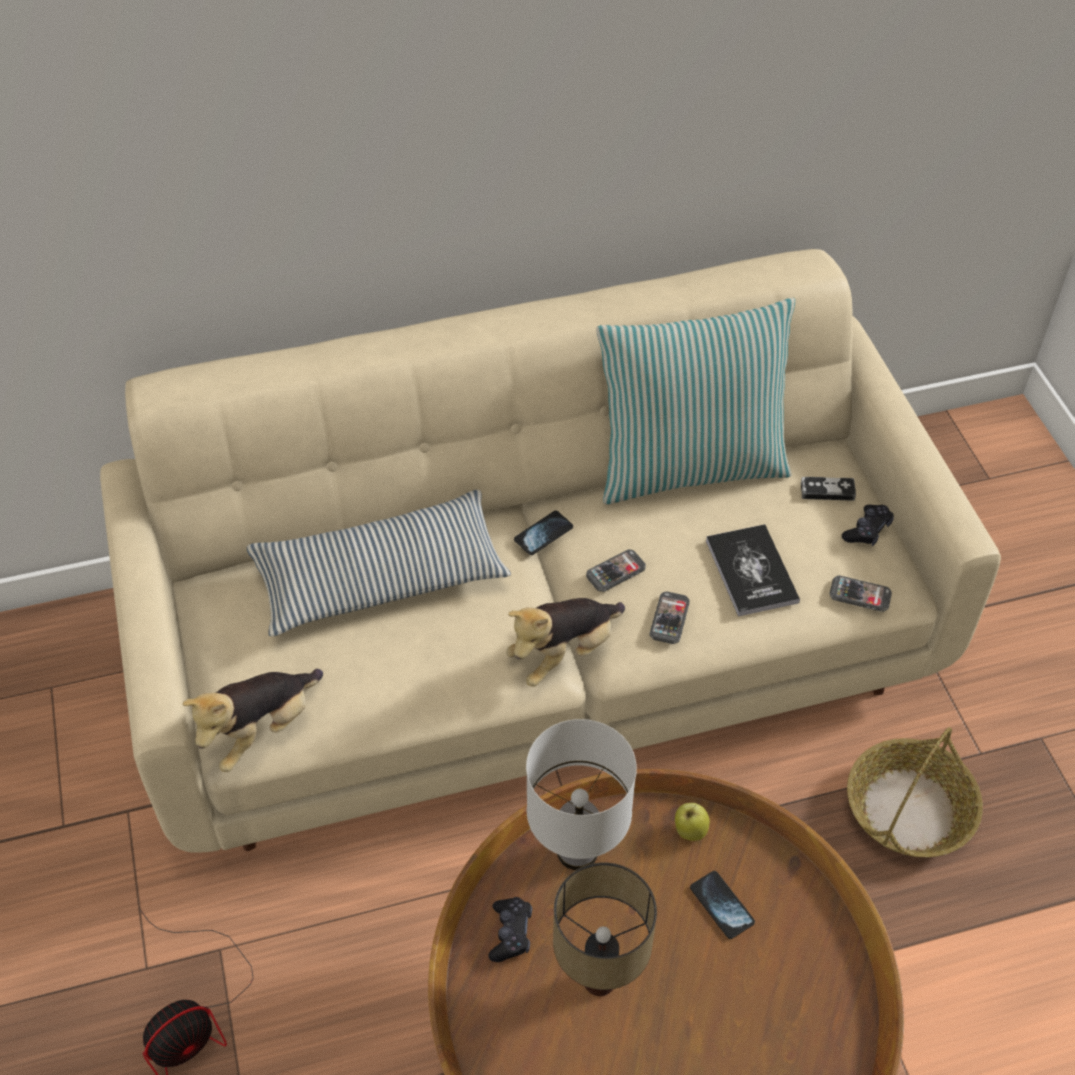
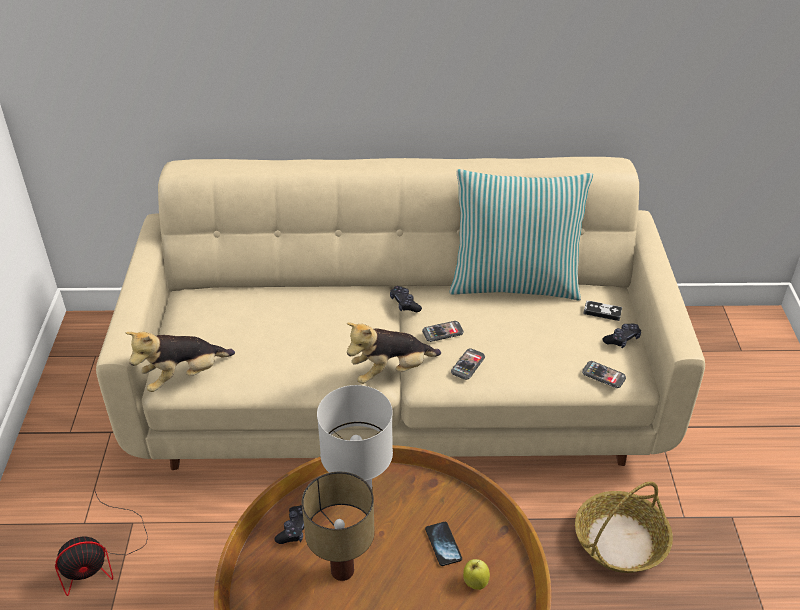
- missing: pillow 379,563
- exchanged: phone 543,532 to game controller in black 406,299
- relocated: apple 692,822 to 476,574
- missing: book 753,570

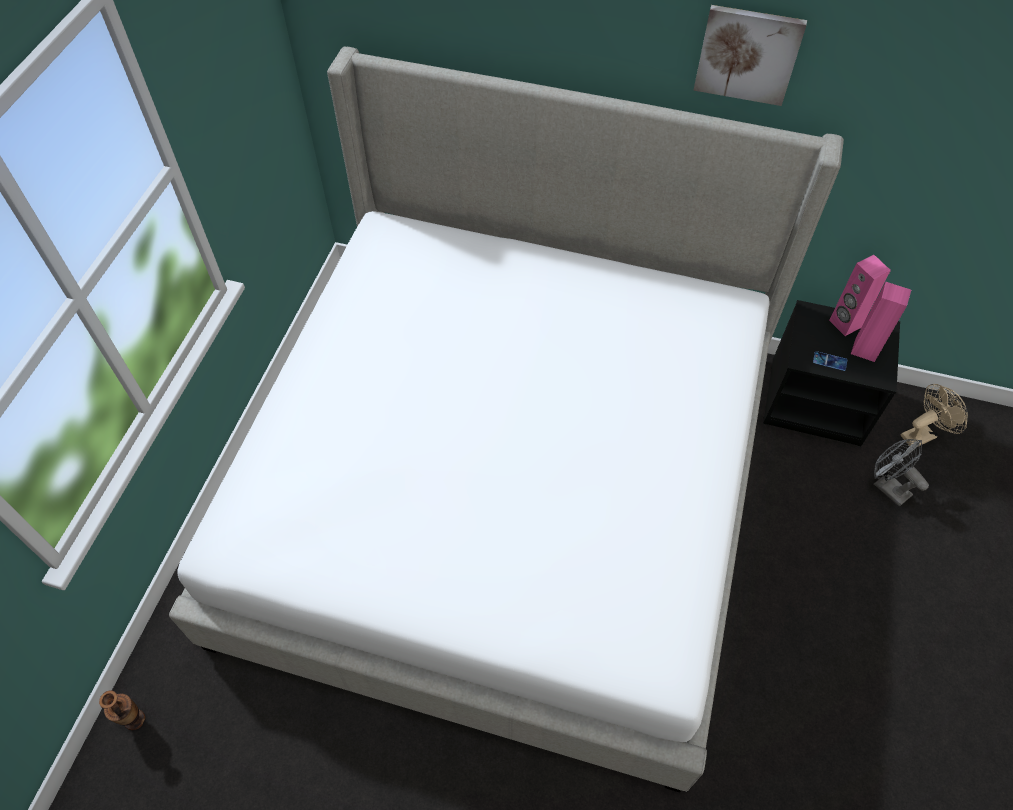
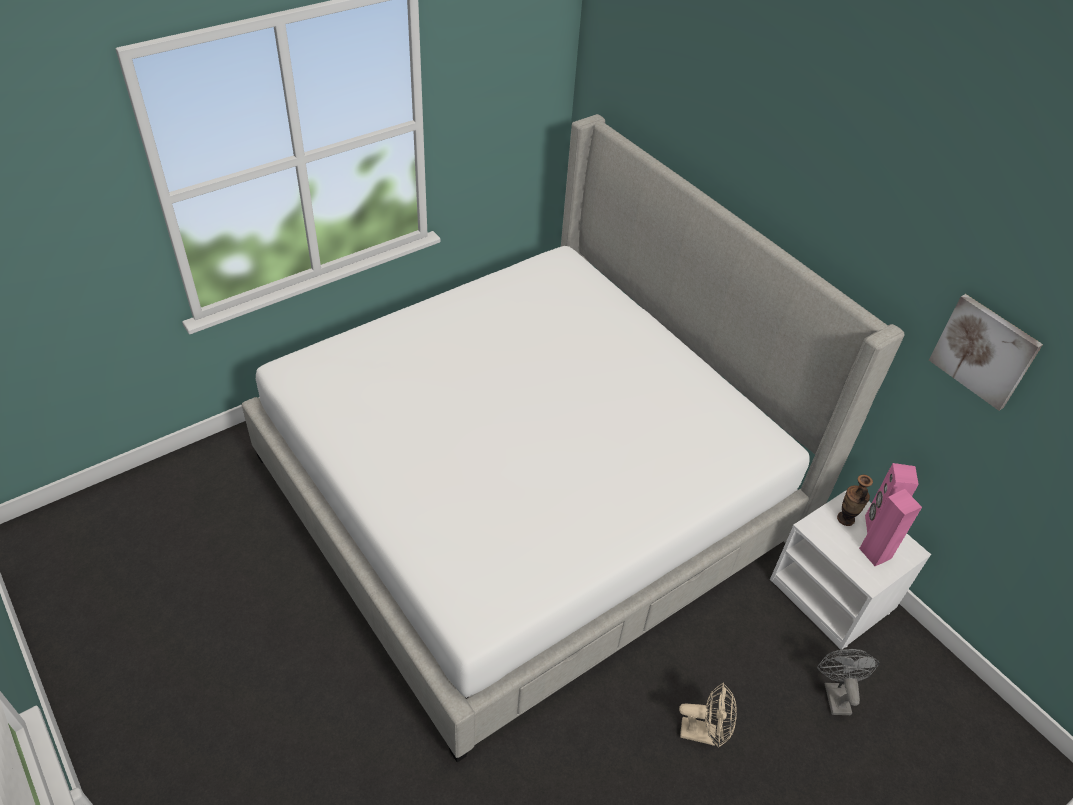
- relocated: vase 122,710 to 855,500
- relocated: picture 750,55 to 986,352
- colour: nightstand in black 831,373 to nightstand in white 850,570
- missing: phone 830,361
- relocated: fan in beige 934,415 to 708,715

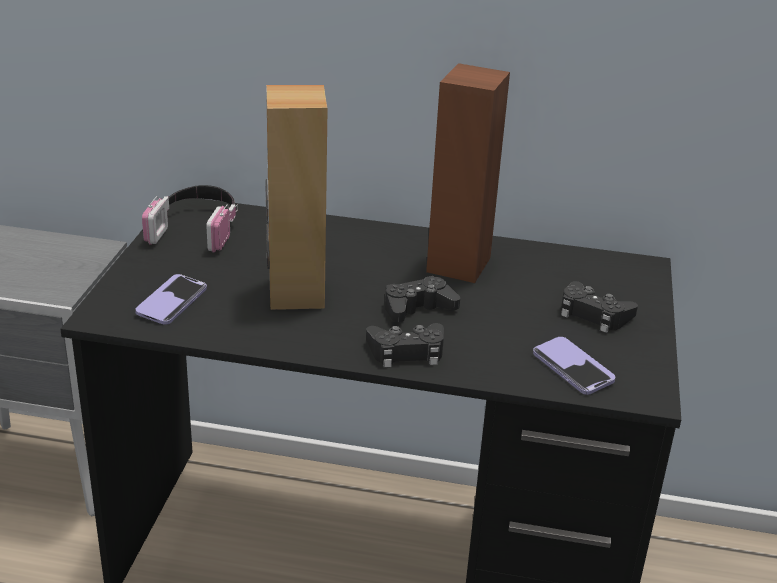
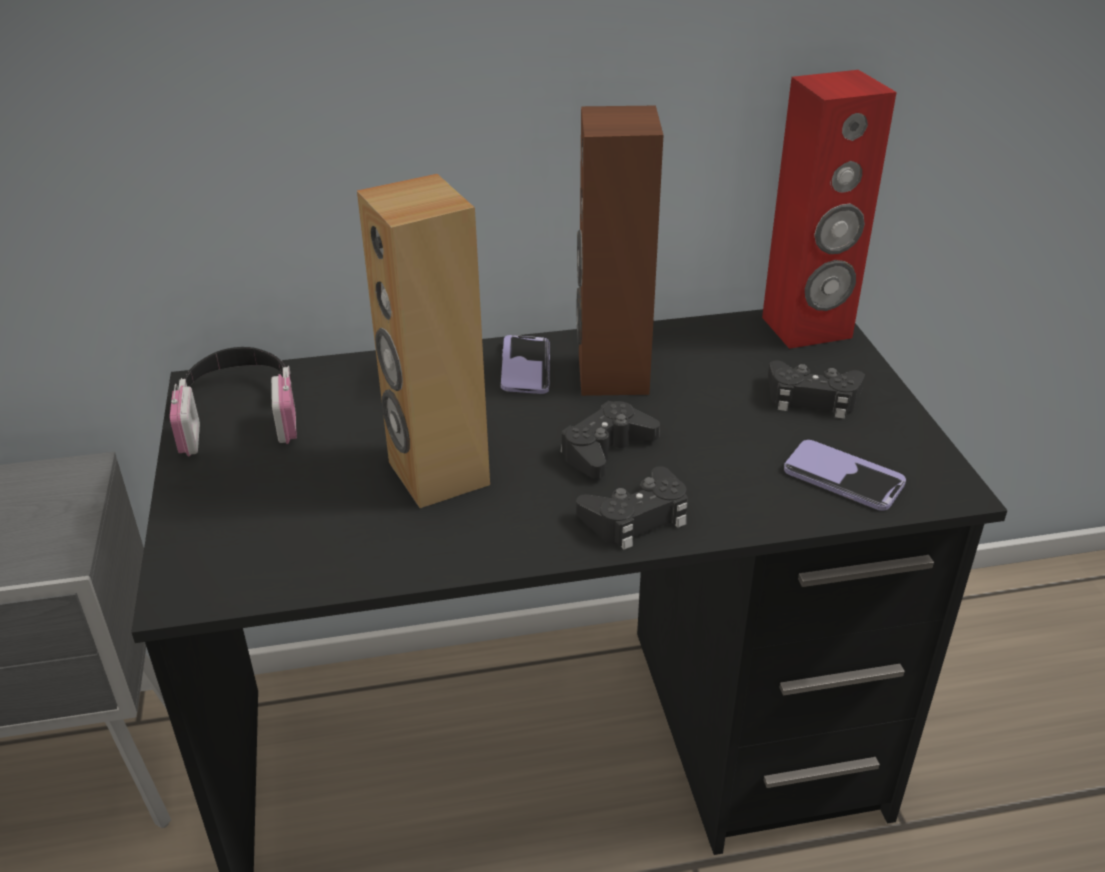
- relocated: phone 171,299 to 525,364
- appeared: speaker in red 829,209

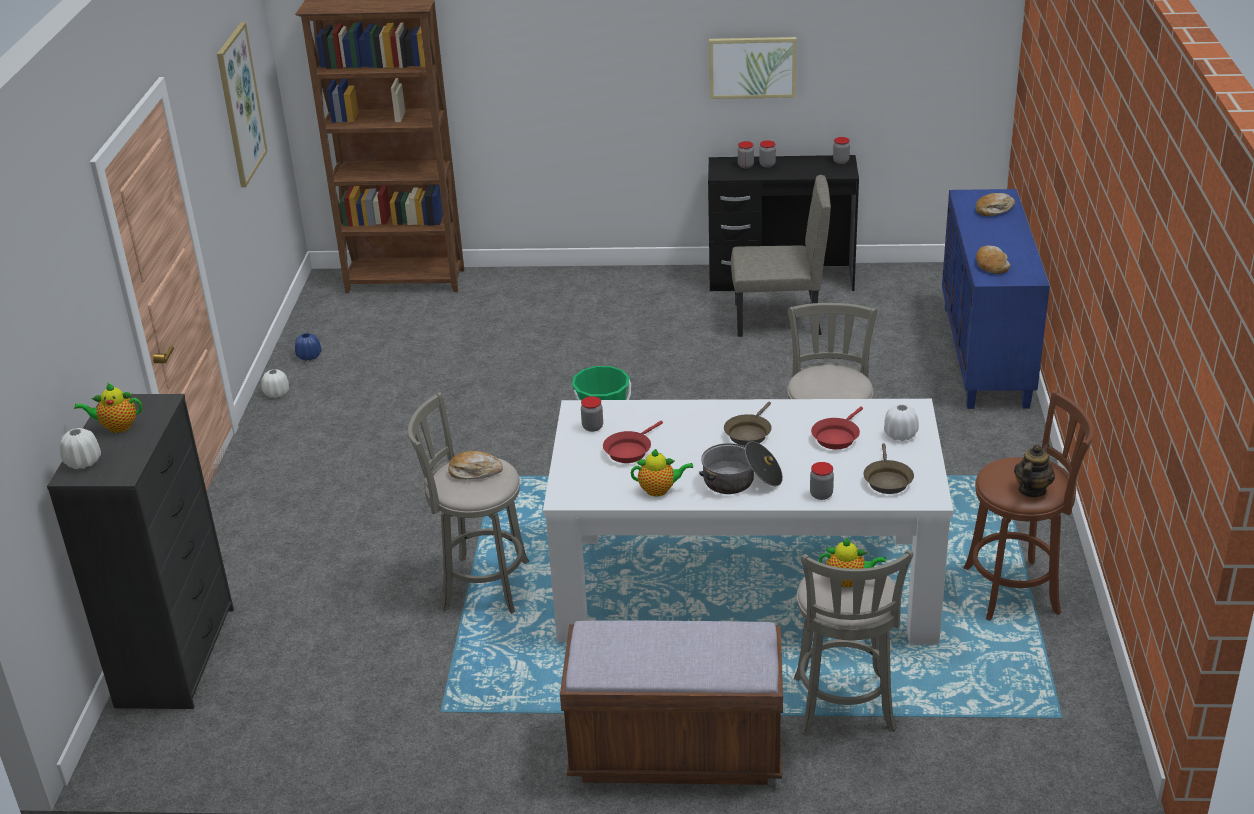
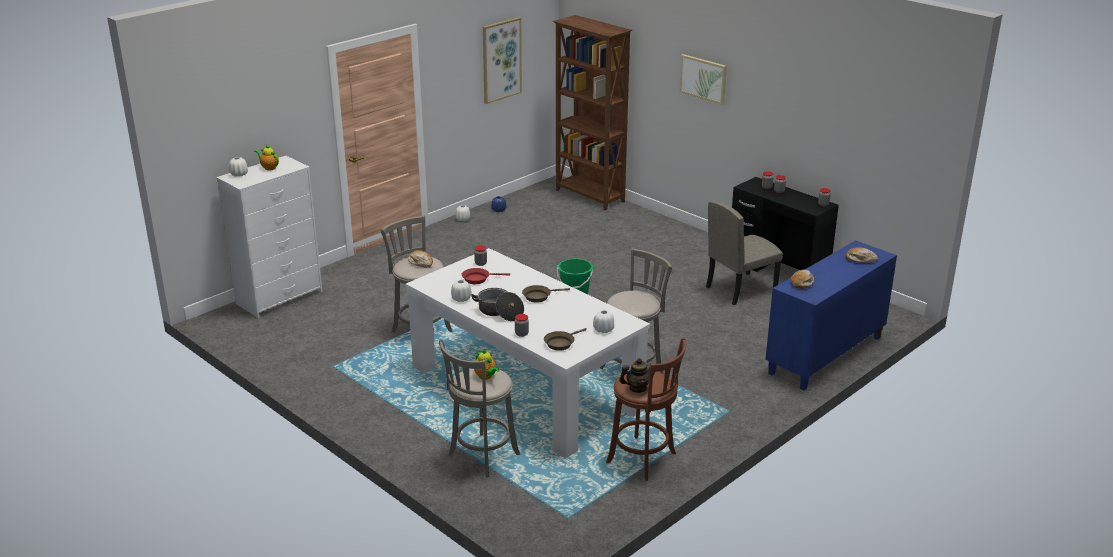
- colour: dresser in black 140,551 to dresser in white 269,237
- missing: bench in brown 671,702
- exchanged: teapot 662,472 to vase in white 461,291
- relocated: picture 753,68 to 703,79
- spun: chair in beige 781,256 = 744,253 105 degrees clockwise
- missing: frying pan in red 837,427

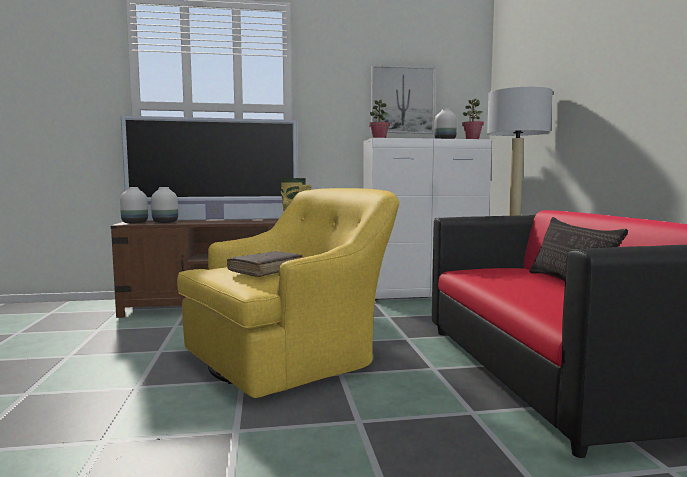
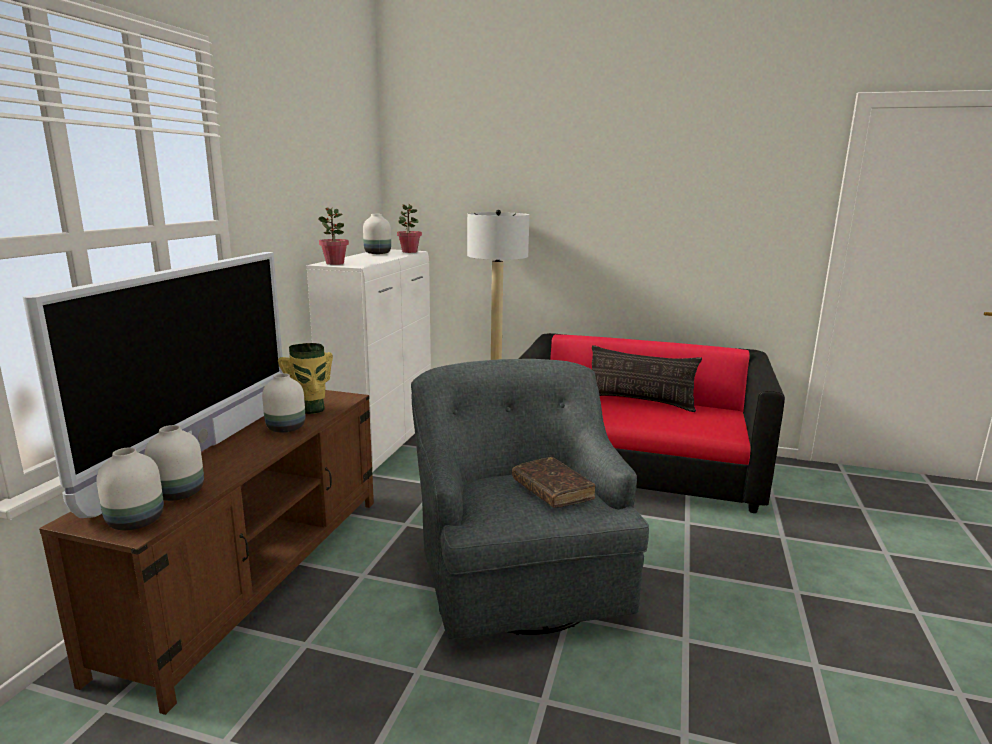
- colour: armchair in yellow 288,293 to armchair in grey 530,499
- missing: picture 403,99
- appeared: vase in white 283,402

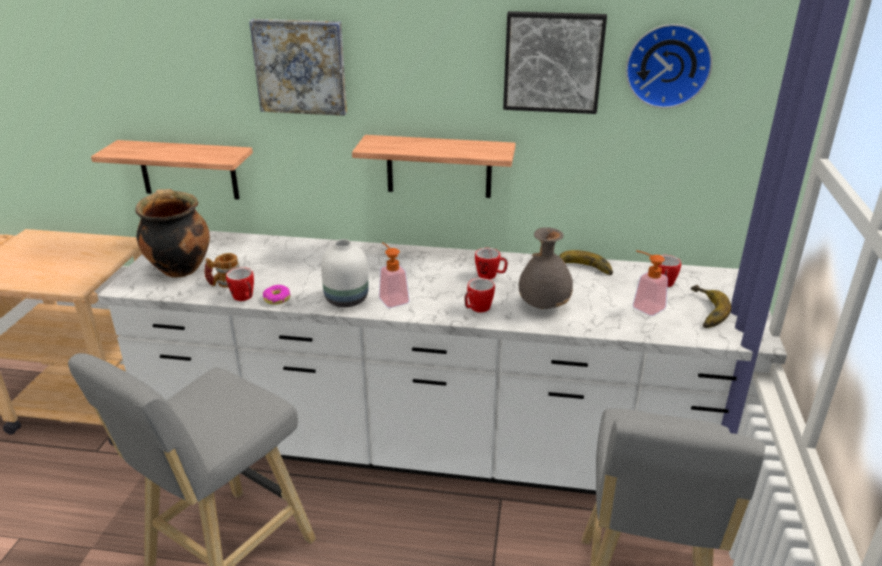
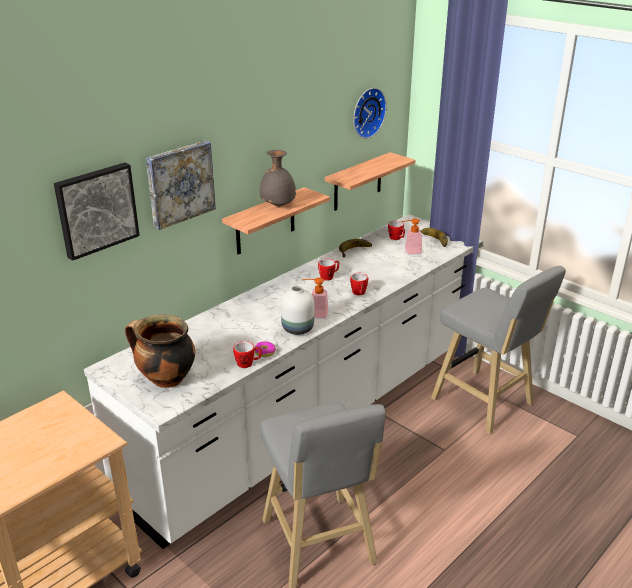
- relocated: shelf 172,170 to 370,181
- missing: mug 221,270
- relocated: picture 555,62 to 97,212
- relocated: vase in grey 546,268 to 277,179

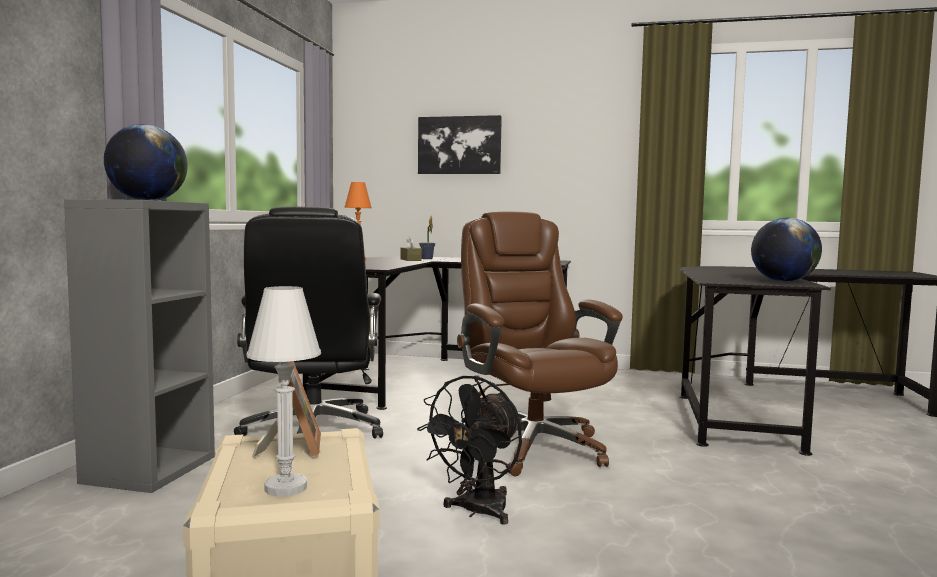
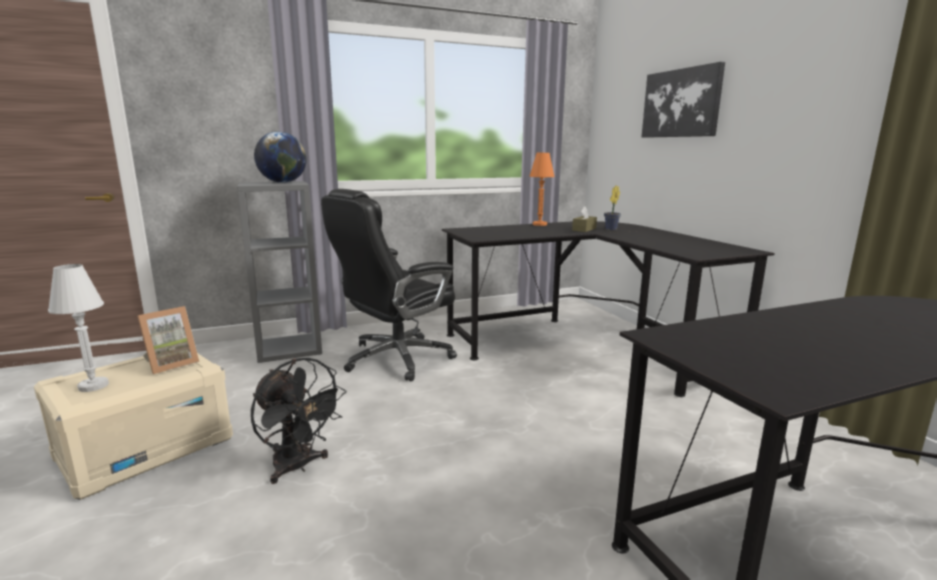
- spun: fan in black 469,450 = 298,421 135 degrees counterclockwise
- missing: office chair in brown 540,344
- missing: globe 786,250

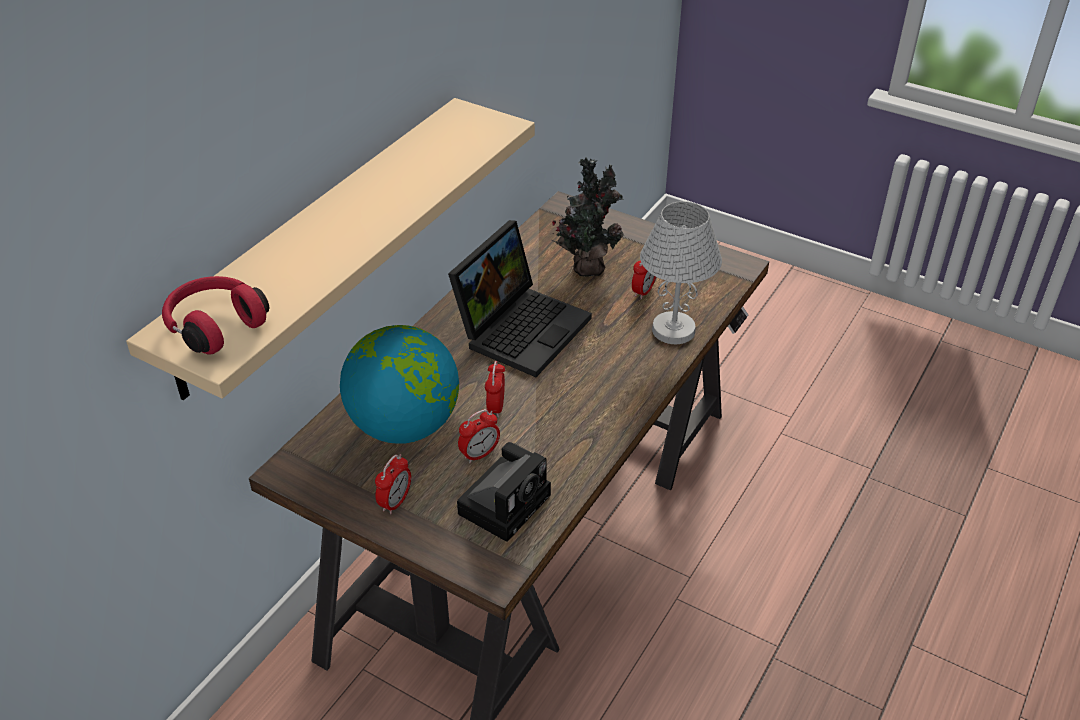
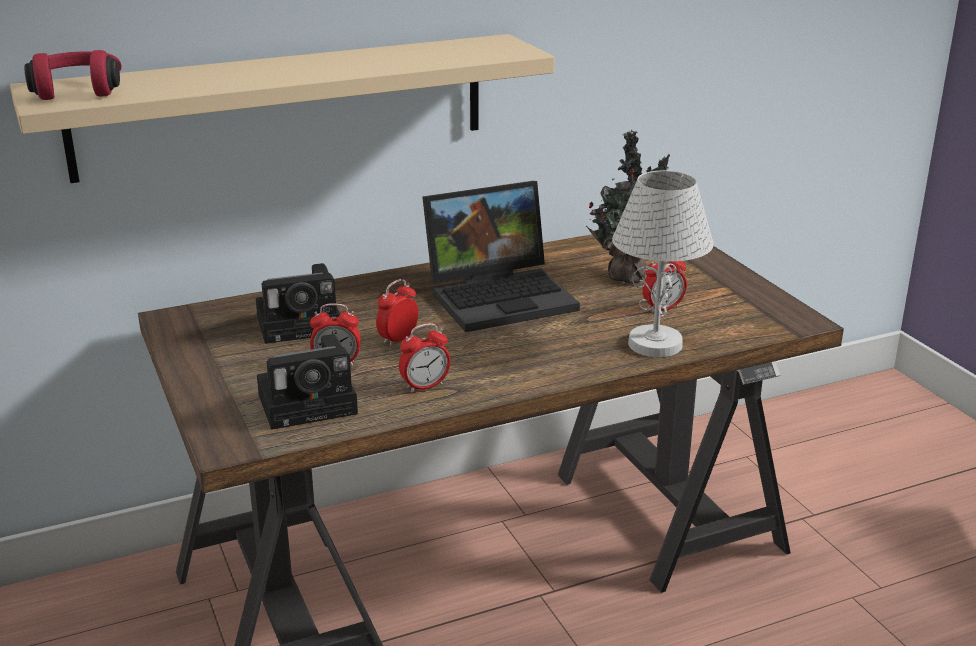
- exchanged: globe 399,384 to photo camera 298,303
- relocated: alarm clock 393,484 to 425,358

